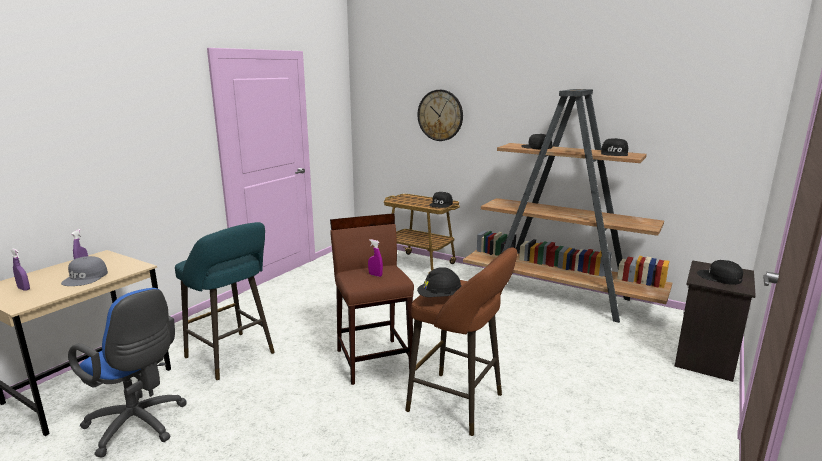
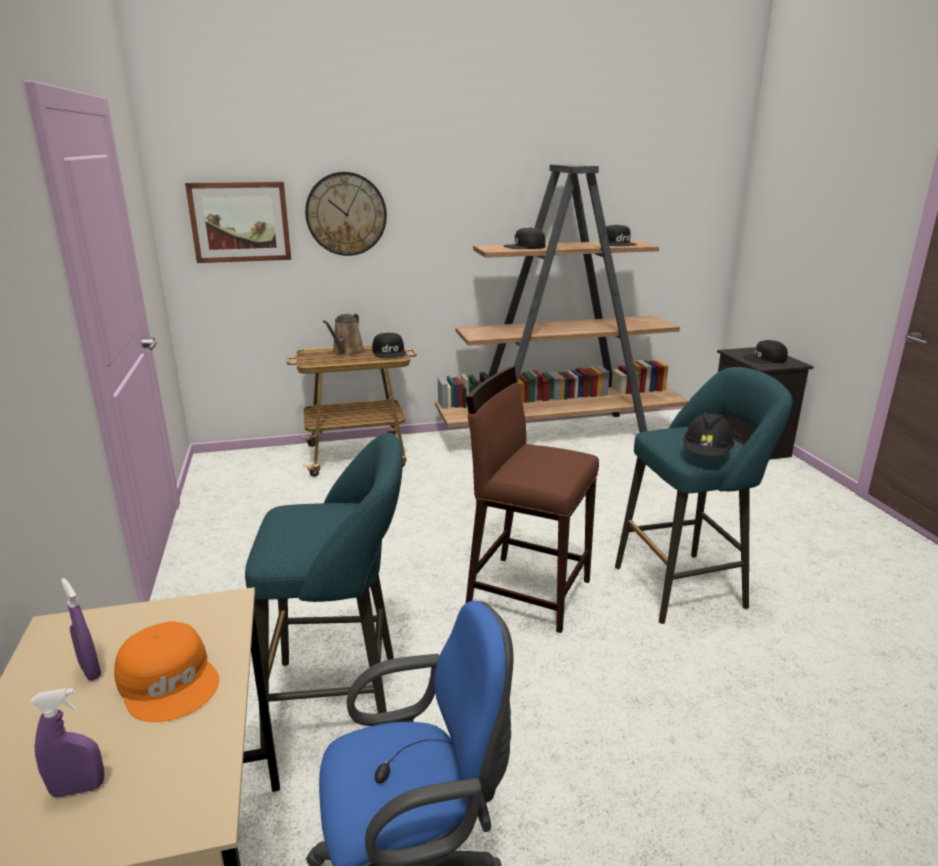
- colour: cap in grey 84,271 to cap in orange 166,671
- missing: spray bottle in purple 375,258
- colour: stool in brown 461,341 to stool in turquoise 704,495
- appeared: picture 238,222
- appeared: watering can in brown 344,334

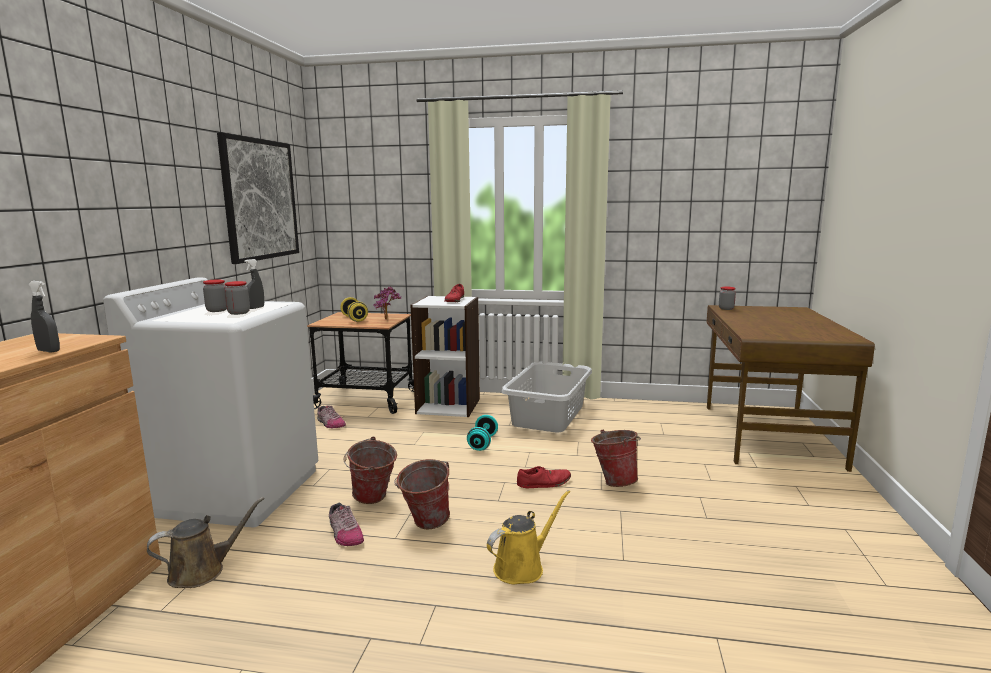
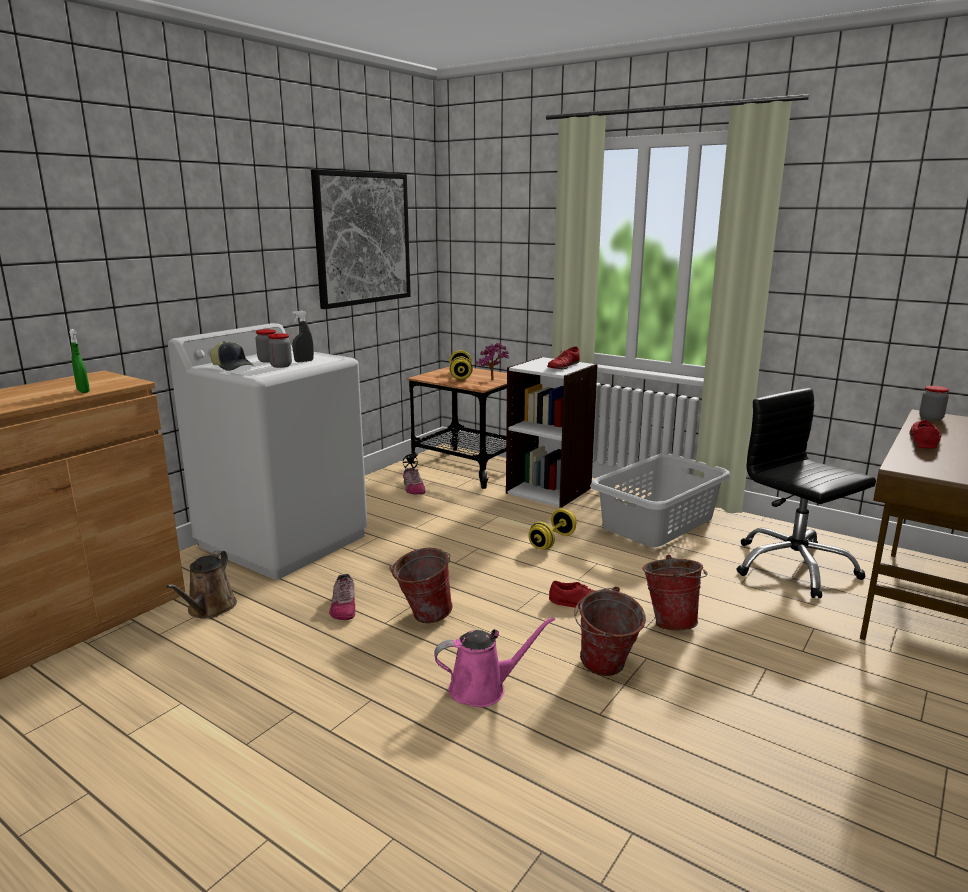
- colour: spray bottle in grey 44,317 to spray bottle in green 79,361
- spun: watering can in brown 206,542 = 201,584 105 degrees clockwise
- relocated: bucket 370,470 to 610,631
- colour: dumbbell in turquoise 482,433 to dumbbell in yellow 552,529
- colour: watering can in yellow 528,537 to watering can in pink 494,662
- appeared: cap 232,356
- appeared: office chair in black 806,493
- appeared: shoe in red 925,434

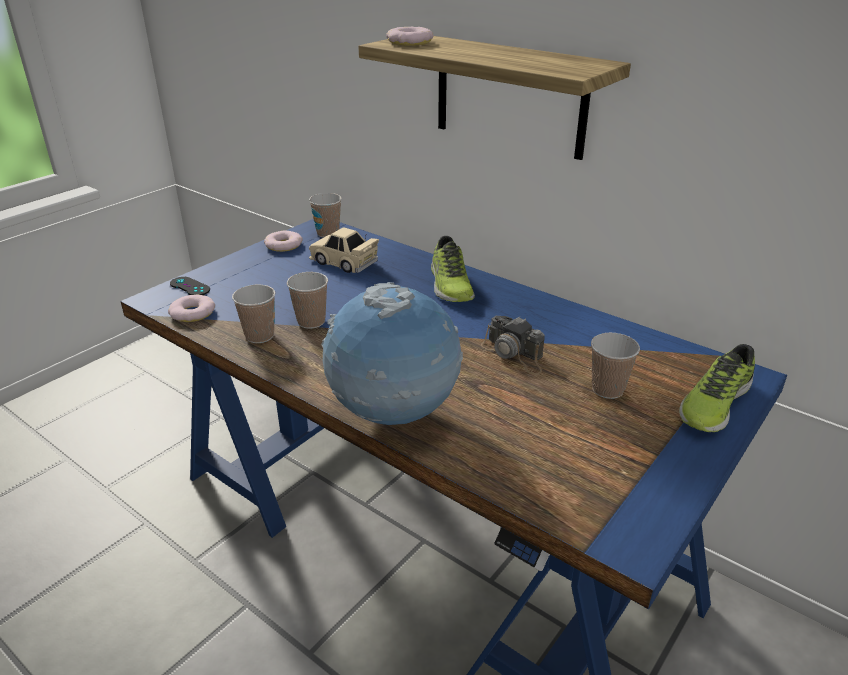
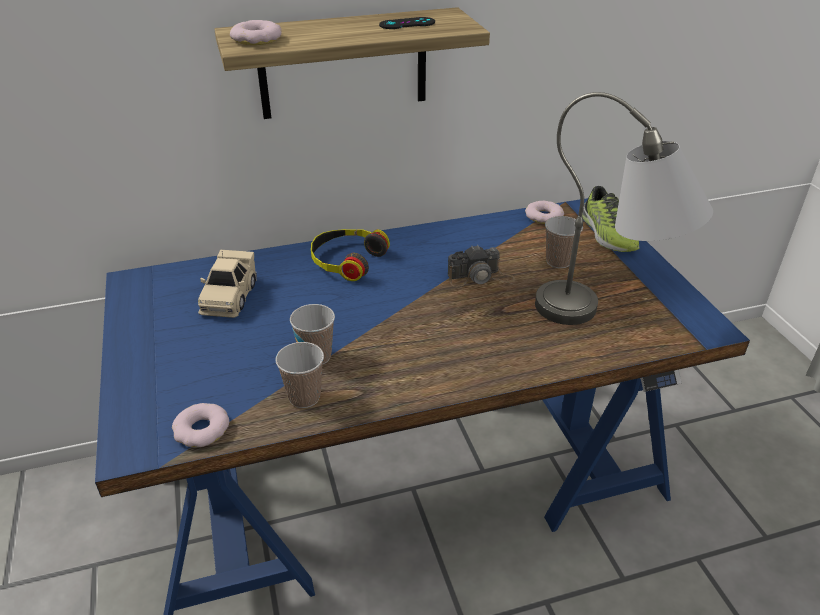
- relocated: game controller in black 190,286 to 407,23
- relocated: donut 283,241 to 544,212
- missing: cup 325,215
- spun: toy car in beige 344,250 = 227,284 60 degrees counterclockwise
- missing: globe 392,353
- exchanged: shoe 453,269 to headphones 350,255
- appeared: table lamp in grey 624,208

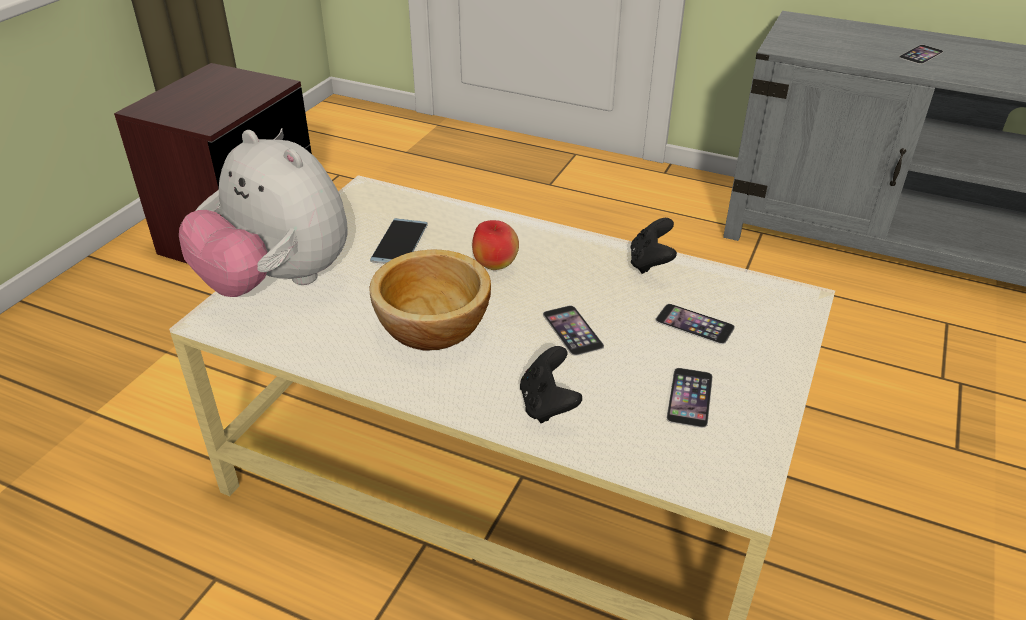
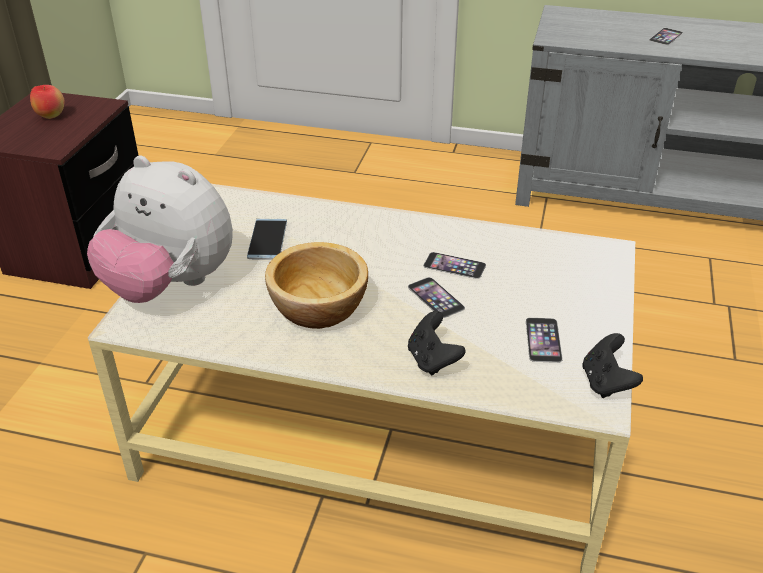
- relocated: apple 495,245 to 47,102
- relocated: game controller in black 653,246 to 612,365
- relocated: phone 695,324 to 454,265

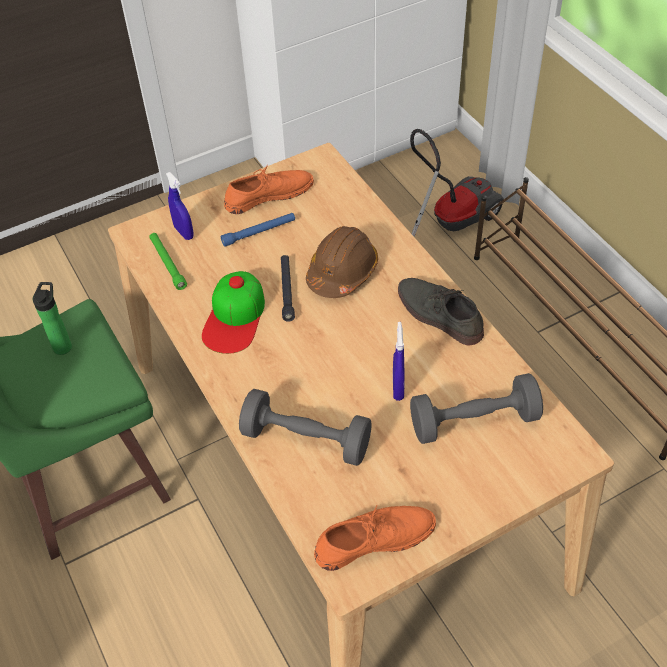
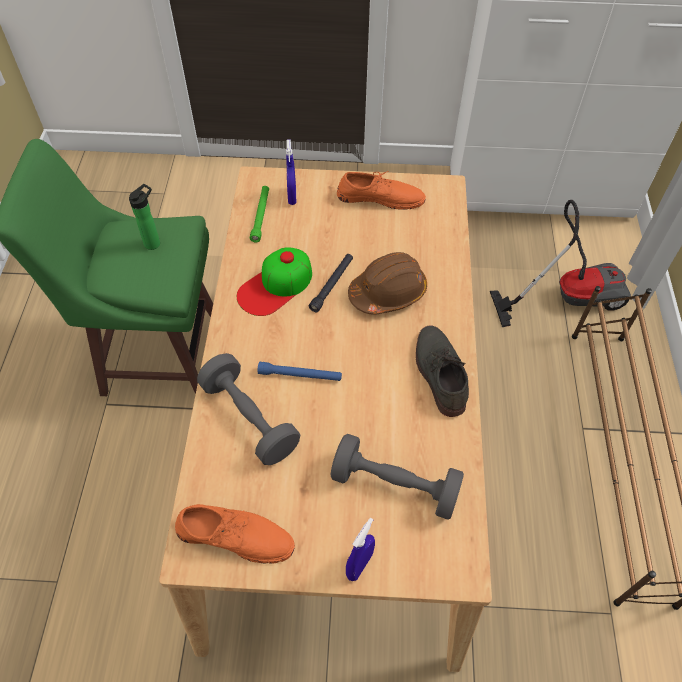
- relocated: flashlight in blue 258,230 to 299,371
- relocated: spray bottle in blue 399,361 to 360,549

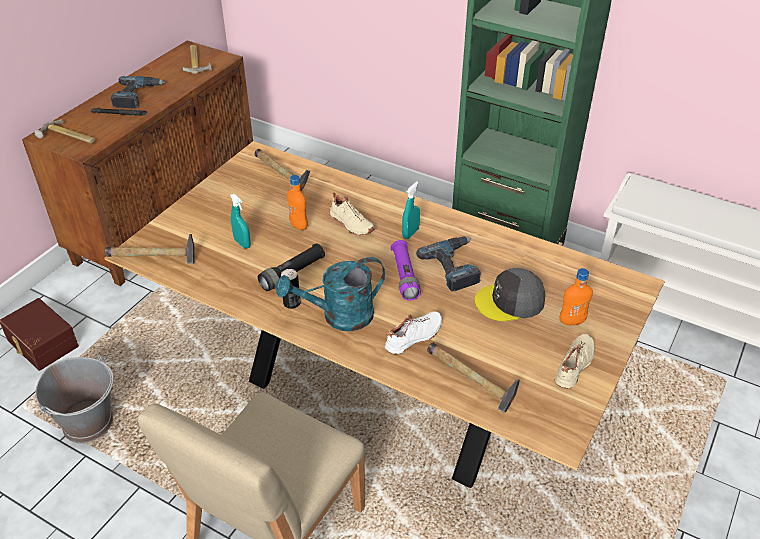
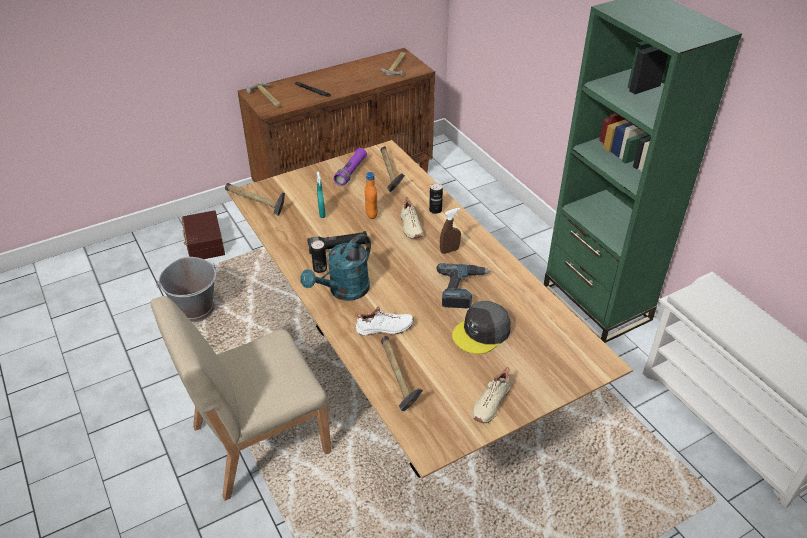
- missing: power drill 138,92
- spun: watering can in turquoise 330,294 = 335,267 60 degrees counterclockwise
- relocated: flashlight in purple 406,270 to 350,167
- colour: spray bottle in turquoise 411,210 to spray bottle in brown 450,231
- spun: cap in grey 510,294 = 481,327 60 degrees counterclockwise
- spun: shoe in beige 575,361 = 491,395 150 degrees clockwise
- missing: bottle in orange 576,296
- appeared: can 436,198

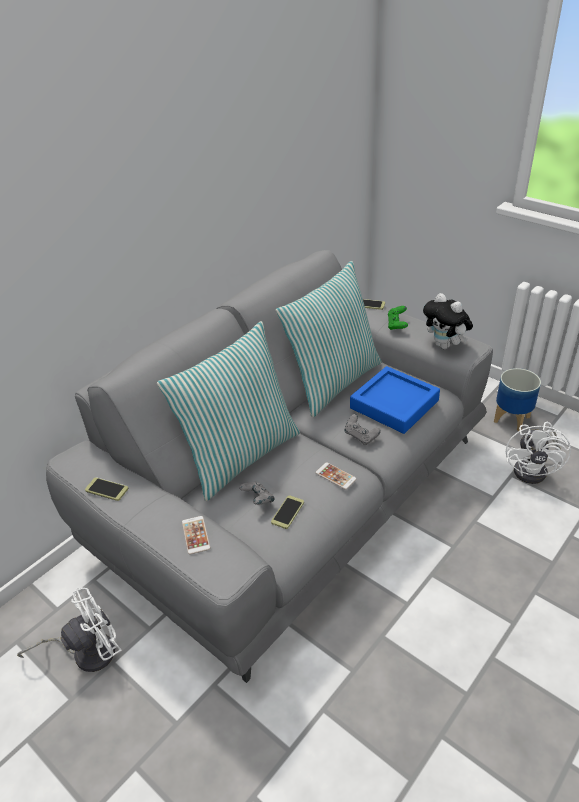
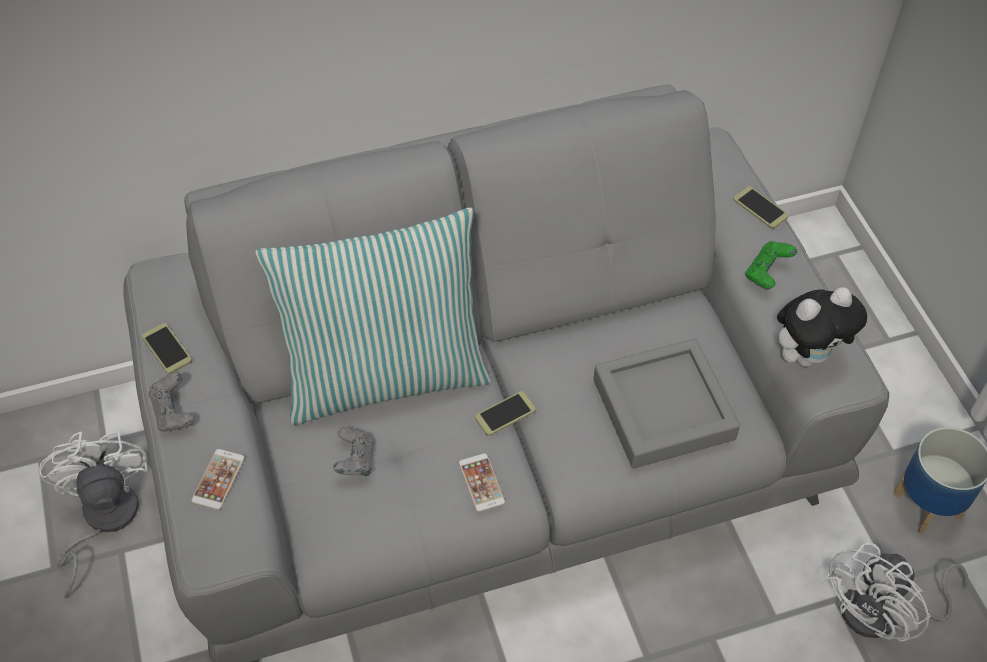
- spun: fan in white 69,630 = 93,514 105 degrees counterclockwise
- relocated: phone 287,512 to 505,413
- missing: pillow 329,339
- relocated: game controller in grey 363,429 to 171,402
- colour: tray in blue 395,400 to tray in grey 666,404
- spun: plush toy 448,321 = 822,327 105 degrees counterclockwise

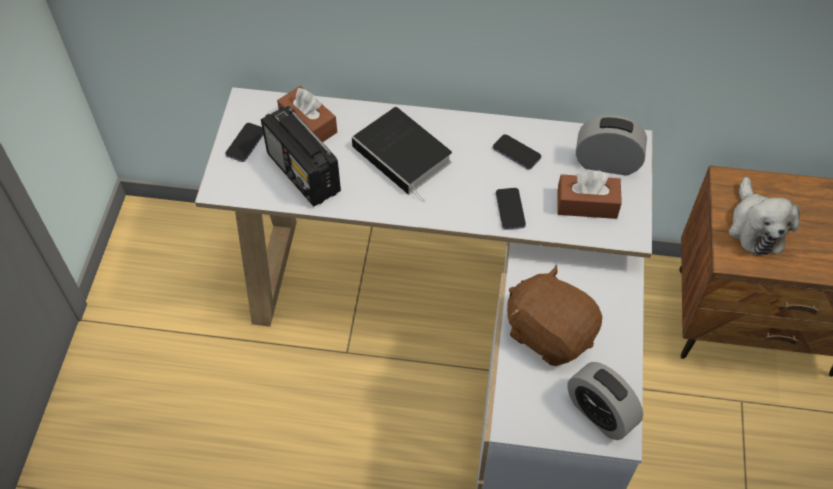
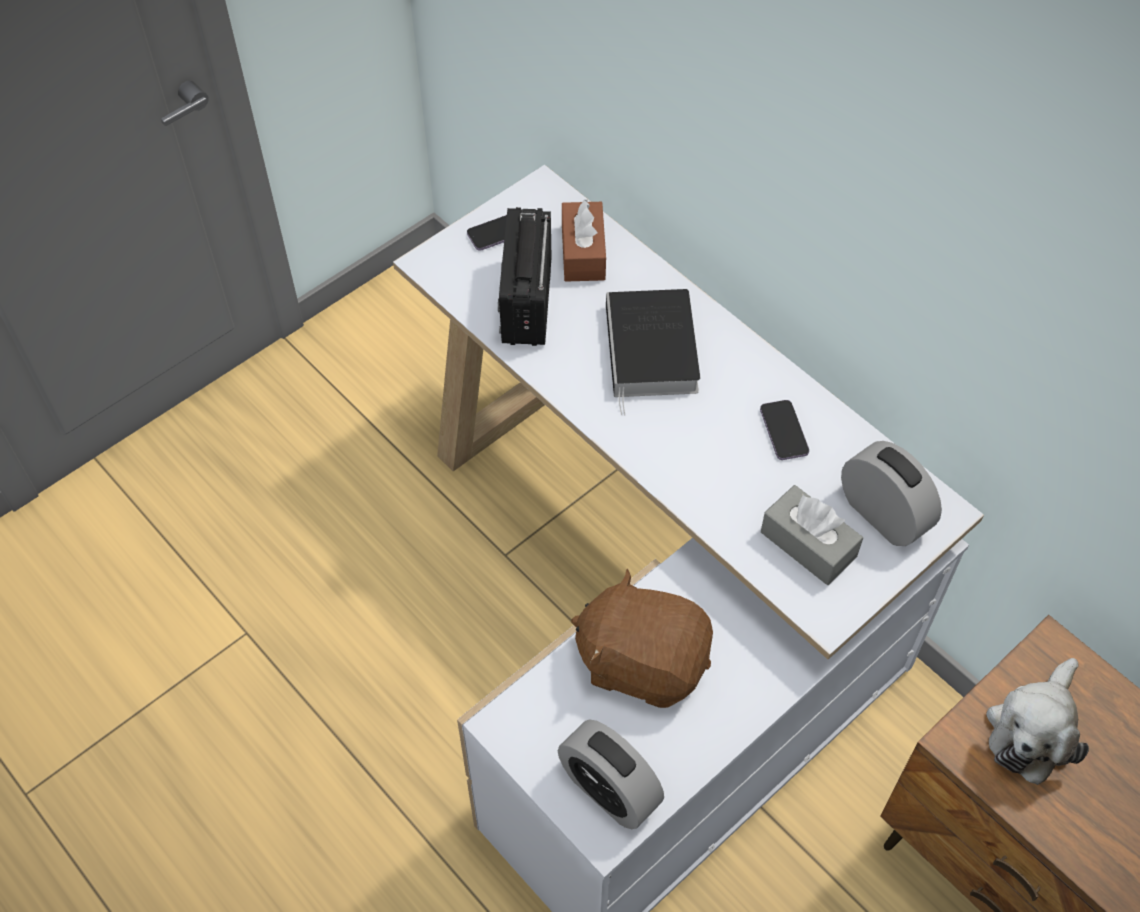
- missing: phone 511,209
- spun: plush toy in brown 554,315 = 642,638 60 degrees counterclockwise
- colour: tissue box in brown 589,195 to tissue box in grey 812,535
- spun: alarm clock 605,401 = 611,774 45 degrees counterclockwise

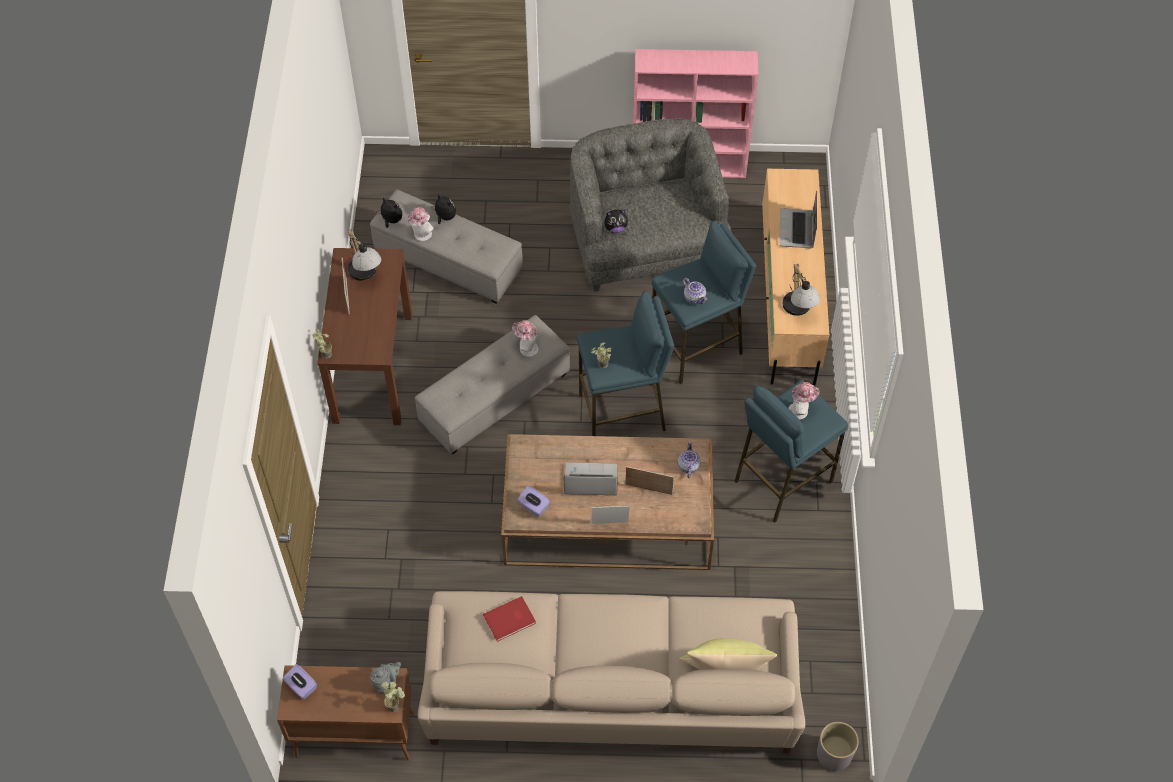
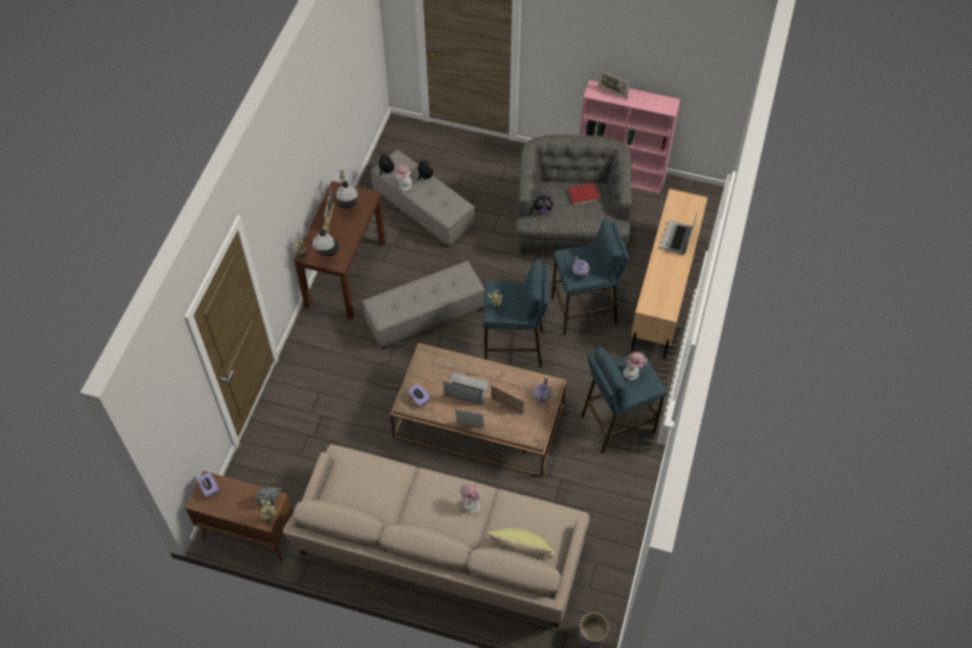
- relocated: book in red 509,619 to 584,194
- relocated: hat 525,338 to 471,498
- relocated: table lamp 801,290 to 325,236
- appeared: picture frame 614,84

